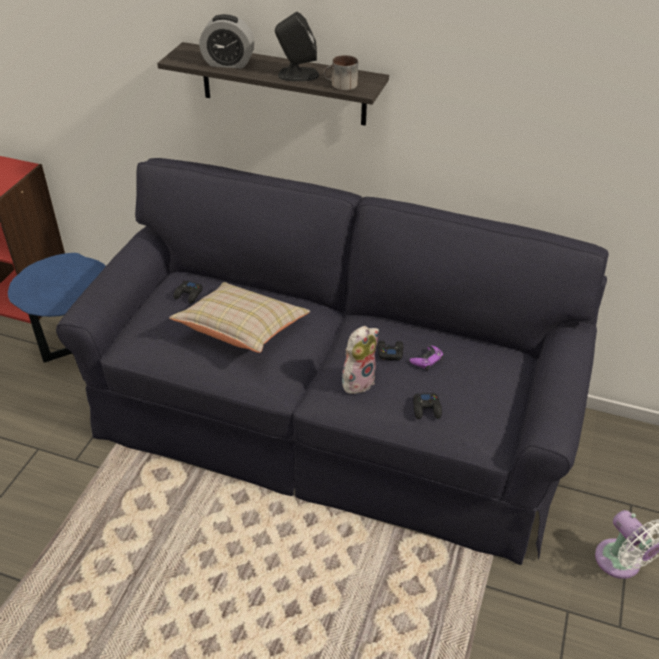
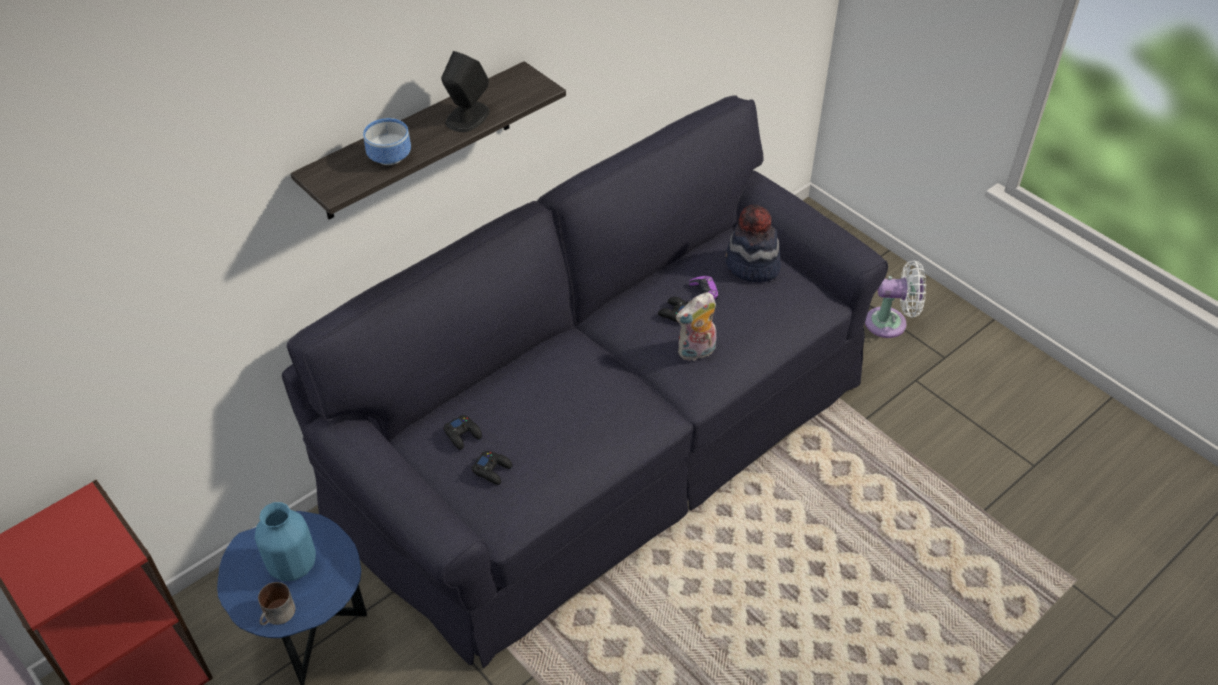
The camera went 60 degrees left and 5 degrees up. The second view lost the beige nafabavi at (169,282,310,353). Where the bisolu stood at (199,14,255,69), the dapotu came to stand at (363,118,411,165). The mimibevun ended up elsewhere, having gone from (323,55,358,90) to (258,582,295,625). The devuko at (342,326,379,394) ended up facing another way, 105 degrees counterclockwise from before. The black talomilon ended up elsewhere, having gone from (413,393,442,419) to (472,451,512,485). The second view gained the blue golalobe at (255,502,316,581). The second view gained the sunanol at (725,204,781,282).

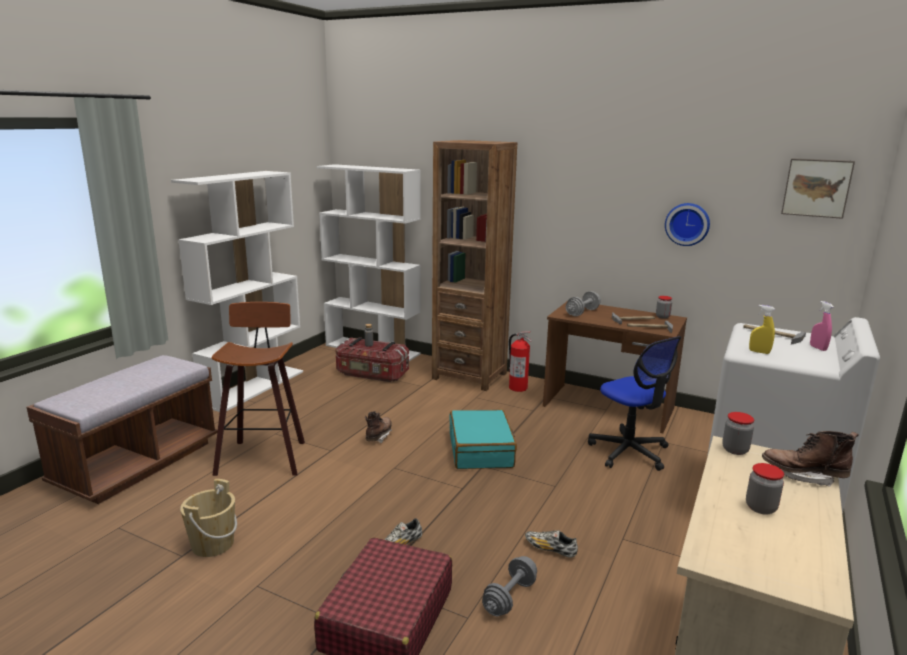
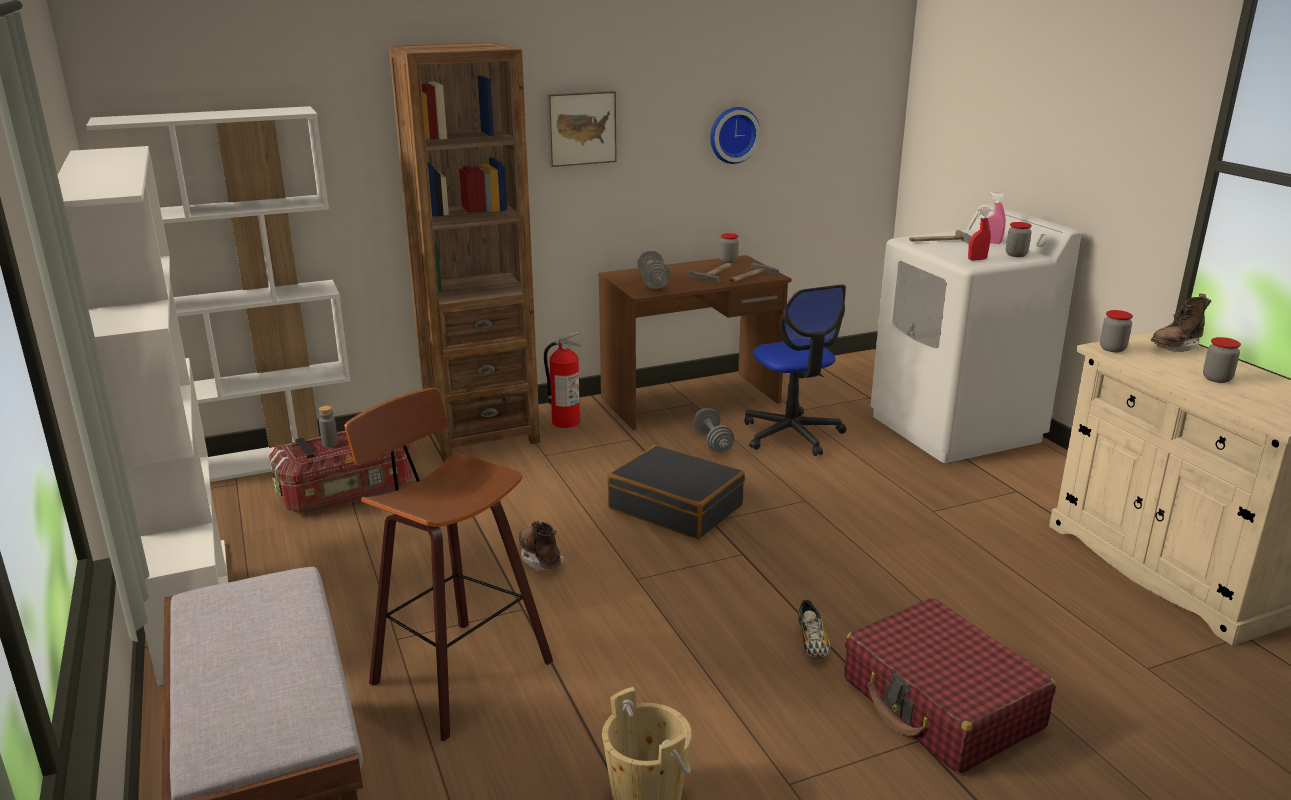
The camera went 50 degrees left and 5 degrees up. What was the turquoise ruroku at (449,409,517,469) turned into the black ruroku at (607,445,745,539). The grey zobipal ended up elsewhere, having gone from (482,556,537,616) to (693,408,734,453). The second view lost the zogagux at (525,530,578,558). The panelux at (588,336,681,471) ended up facing another way, 60 degrees clockwise from before. What was the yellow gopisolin at (749,305,775,354) turned into the red gopisolin at (968,207,991,260). The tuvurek ended up elsewhere, having gone from (781,158,855,219) to (546,91,617,167). The second view gained the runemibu at (1006,222,1032,257).

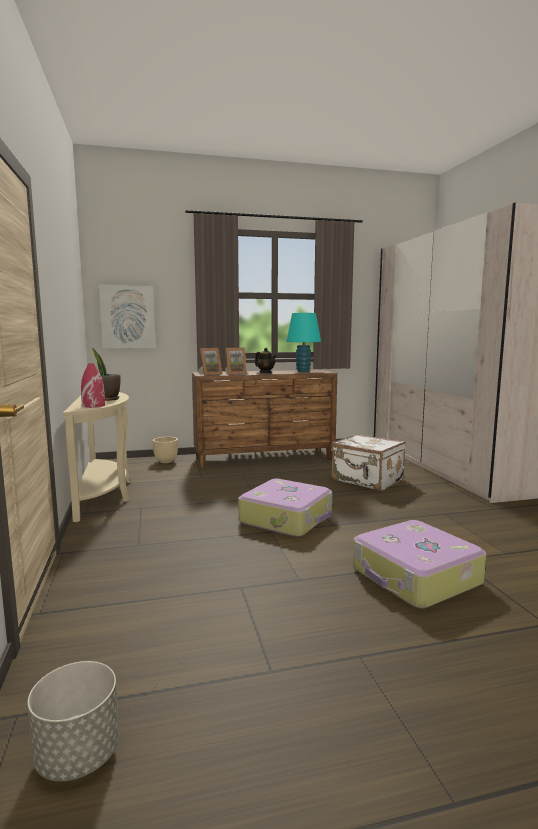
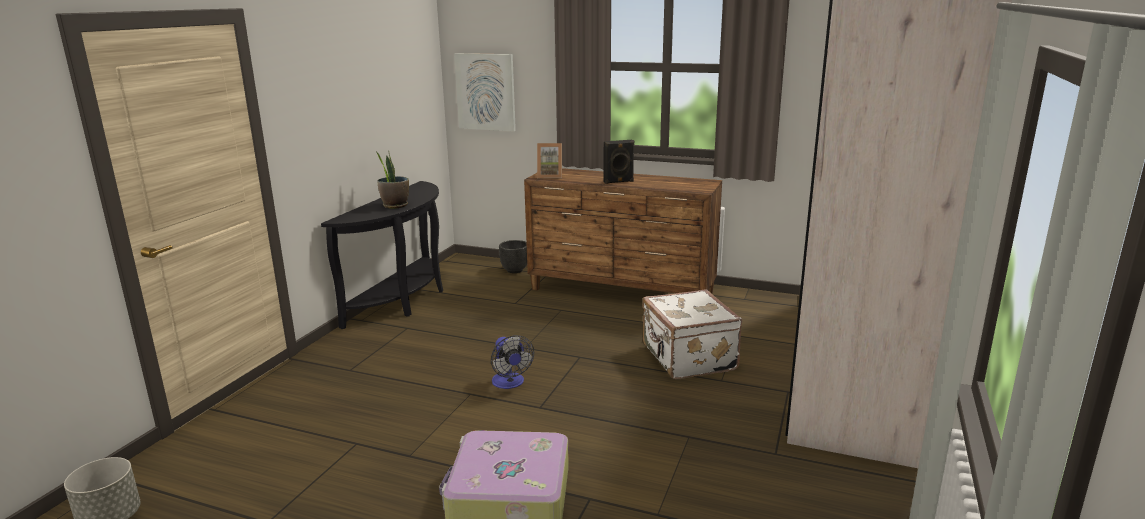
The camera went 35 degrees right and 10 degrees up. What was the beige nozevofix at (63,392,130,522) turned into the black nozevofix at (321,181,443,329). The second view lost the red golalobe at (81,363,105,408). What was the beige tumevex at (153,437,178,463) turned into the black tumevex at (499,240,527,273). The second view lost the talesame at (225,348,247,375). Where the ruroku stood at (238,479,332,537), the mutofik came to stand at (491,335,534,389). Where the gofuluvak stood at (255,348,276,373), the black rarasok came to stand at (604,140,634,184). The second view lost the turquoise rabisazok at (286,313,321,372).

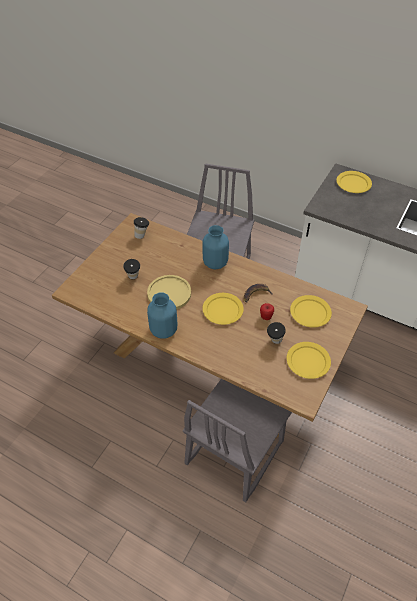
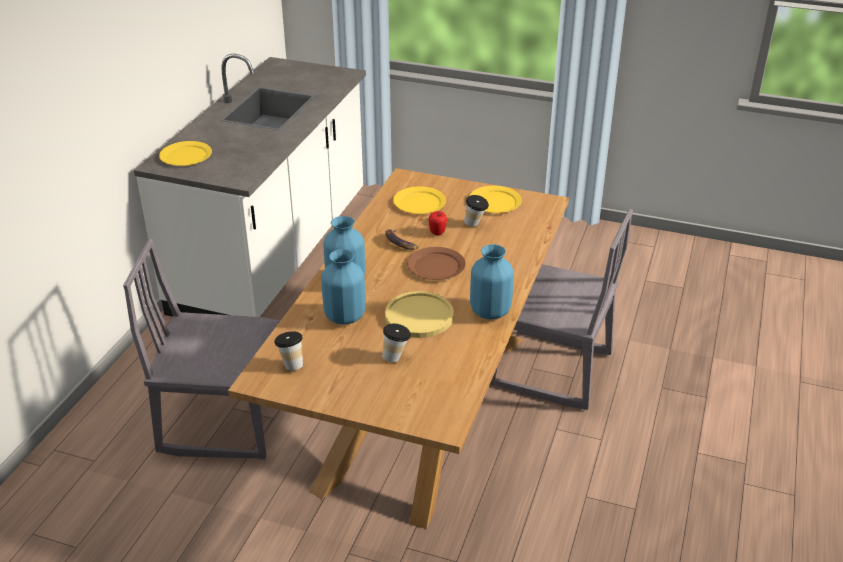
The camera went 100 degrees left and 15 degrees down. What was the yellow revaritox at (203,293,244,325) turned into the brown revaritox at (407,247,466,280). The second view gained the blue golalobe at (321,249,366,325).

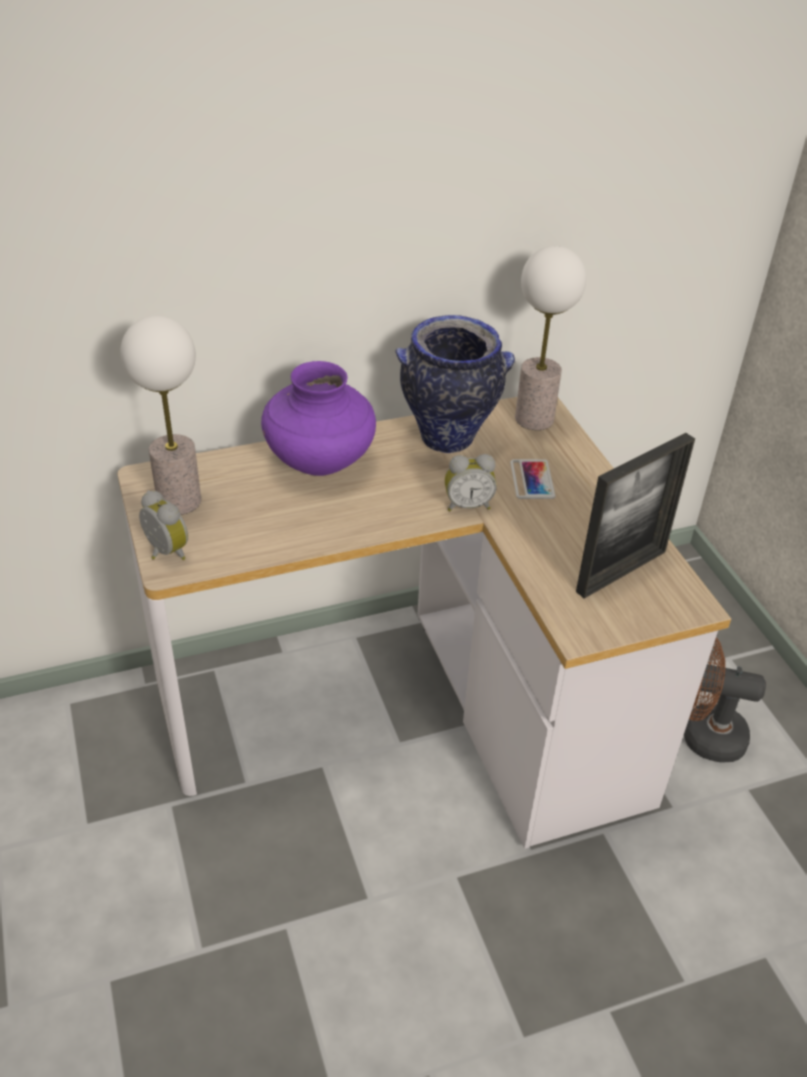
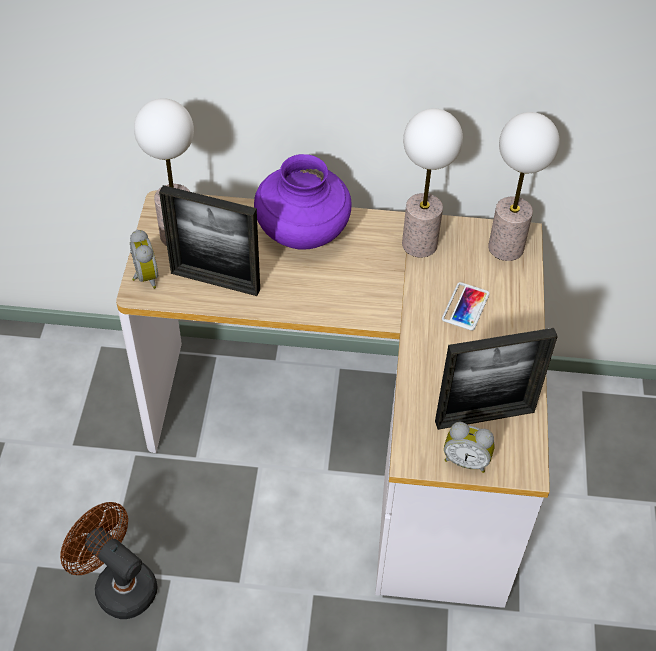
The camera went 25 degrees right and 10 degrees up. Where the golalobe stood at (396,315,515,453), the rabisazok came to stand at (402,108,463,258). The bisolu ended up elsewhere, having gone from (445,454,497,512) to (444,422,495,473). The brown mutofik ended up elsewhere, having gone from (684,638,766,762) to (60,502,157,619). The second view gained the talesame at (159,185,260,296).

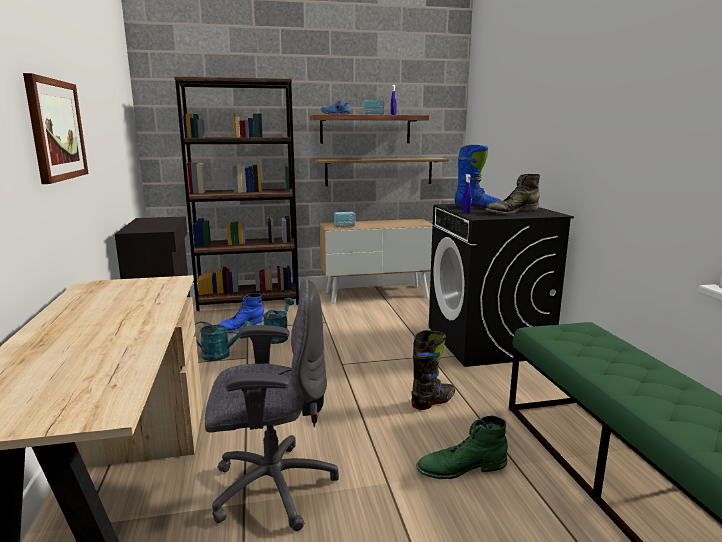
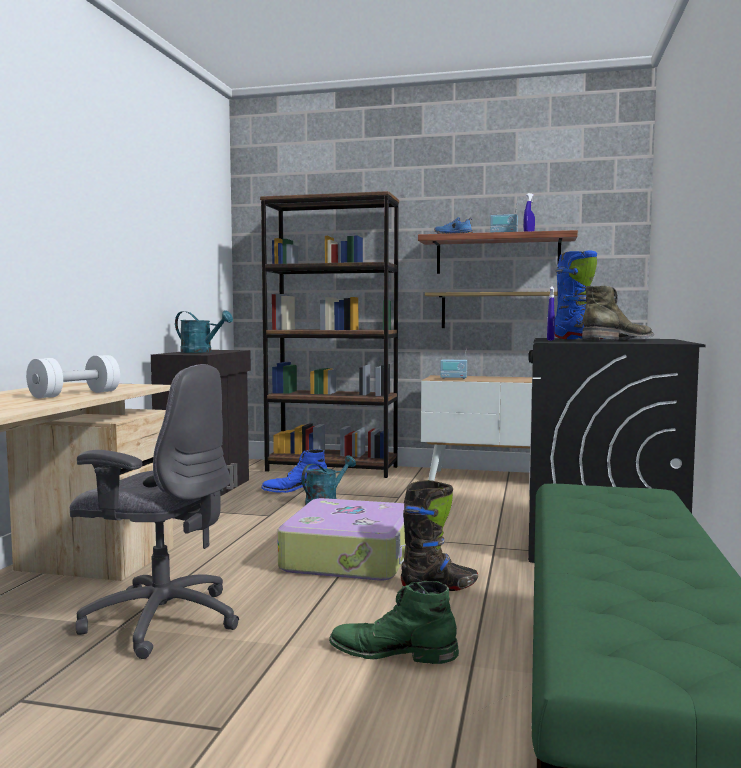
The camera went 25 degrees right and 10 degrees down. The second view lost the tuvurek at (23,73,89,184). The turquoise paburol ended up elsewhere, having gone from (194,321,252,361) to (175,310,233,353). The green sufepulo at (486,174,540,214) ended up facing another way, 150 degrees clockwise from before. The second view gained the white zobipal at (26,355,120,398). The second view gained the ruroku at (277,498,406,581).

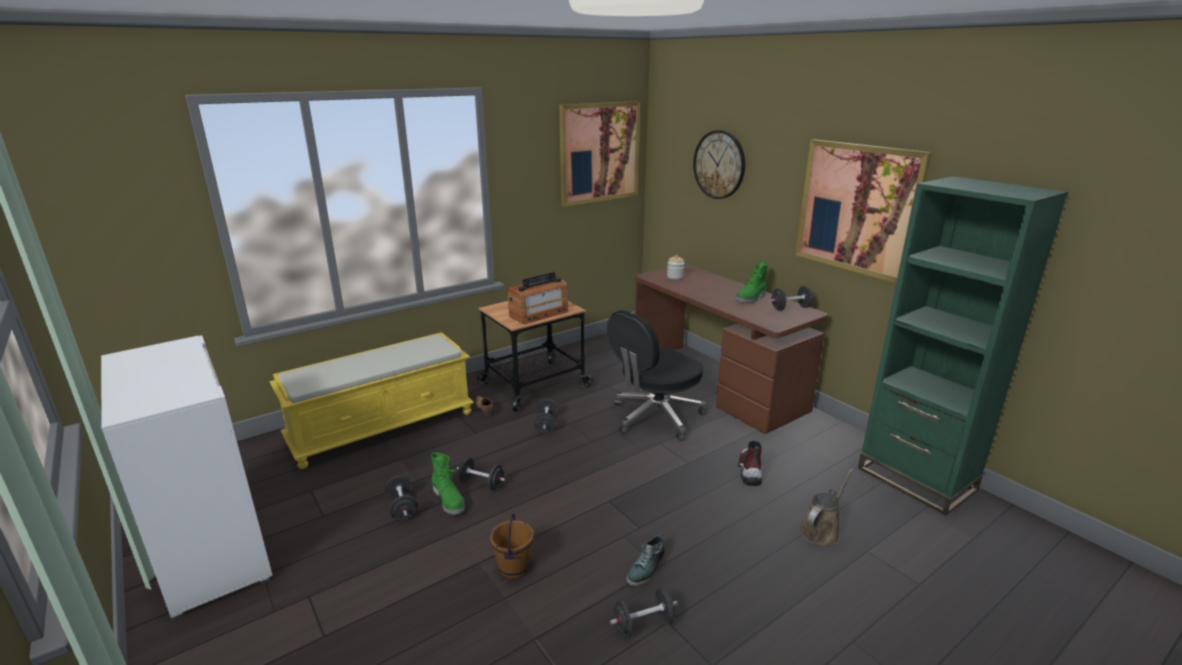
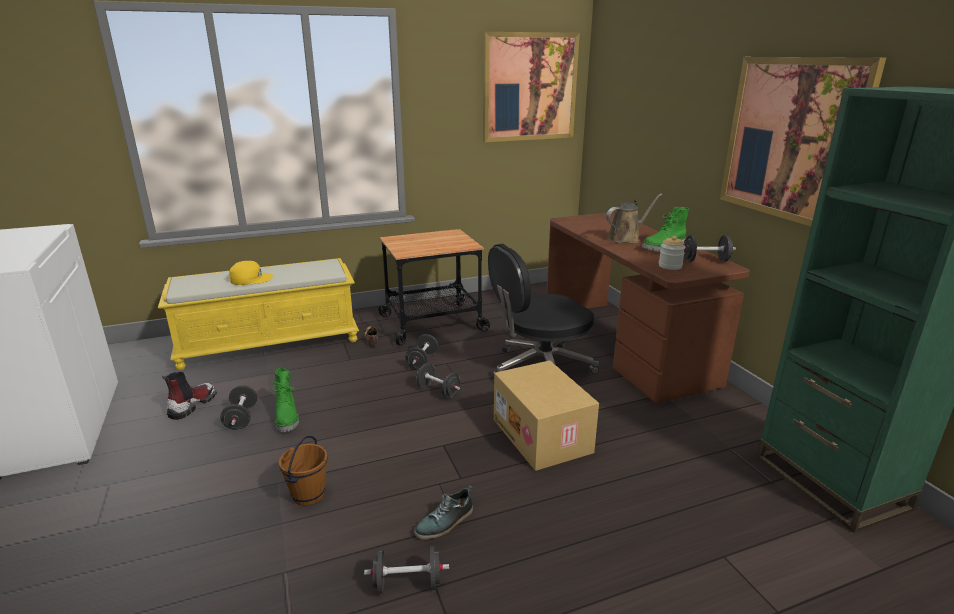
The camera went 15 degrees right and 0 degrees up. The black zobipal ended up elsewhere, having gone from (457,457,505,491) to (416,363,460,398). The second view lost the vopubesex at (507,272,568,325). The runemibu ended up elsewhere, having gone from (667,255,684,279) to (659,236,685,270). The second view lost the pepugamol at (693,130,745,199). The sufepulo ended up elsewhere, having gone from (738,441,762,486) to (162,372,217,420). The brown paburol ended up elsewhere, having gone from (799,468,853,546) to (606,193,662,243). The second view gained the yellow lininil at (229,261,273,285). The second view gained the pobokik at (494,360,599,471).

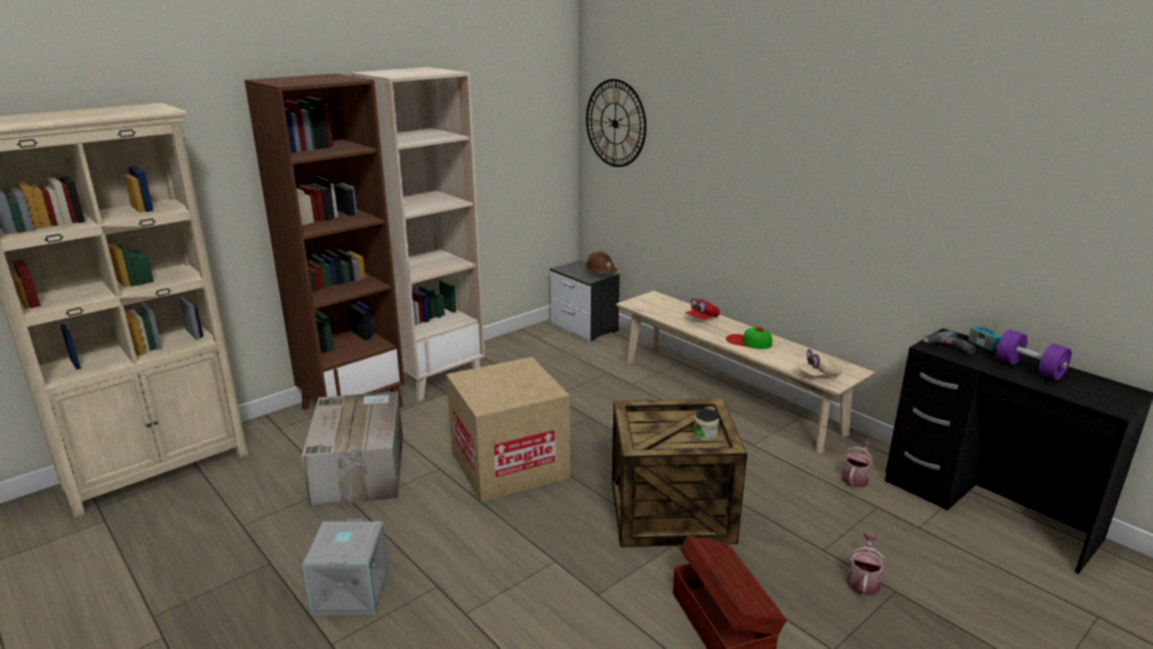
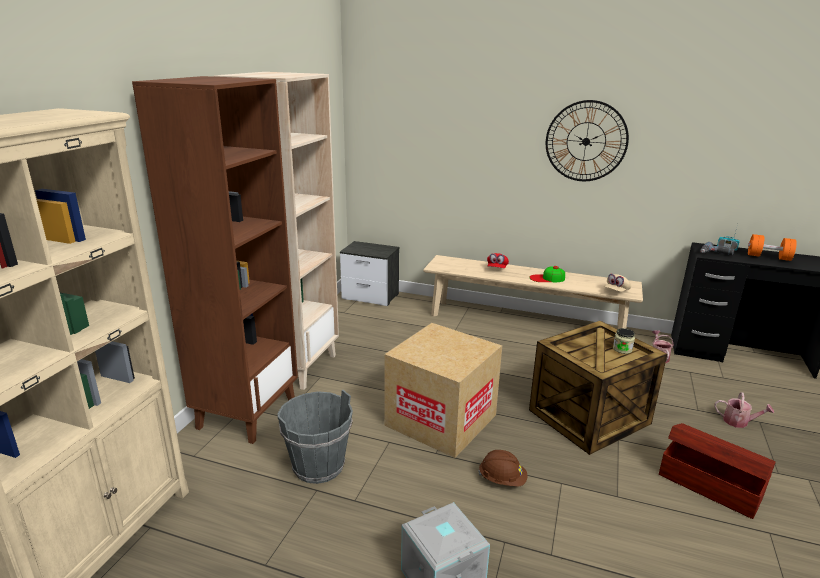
The camera went 30 degrees left and 0 degrees up. Where the pobokik stood at (301,391,403,507), the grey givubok came to stand at (277,390,353,484). The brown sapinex ended up elsewhere, having gone from (585,251,617,274) to (478,450,528,487). The pepugamol ended up elsewhere, having gone from (586,79,646,167) to (546,100,629,181). The paburol at (847,534,886,596) ended up facing another way, 120 degrees clockwise from before. What was the purple zobipal at (996,330,1072,380) turned into the orange zobipal at (748,234,797,261).

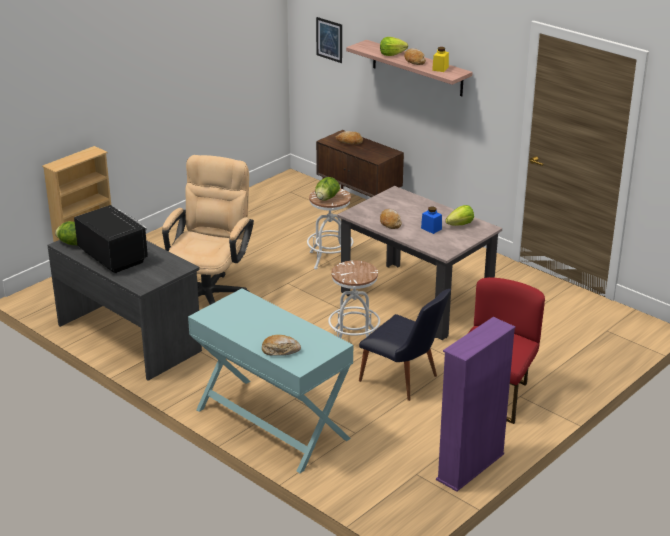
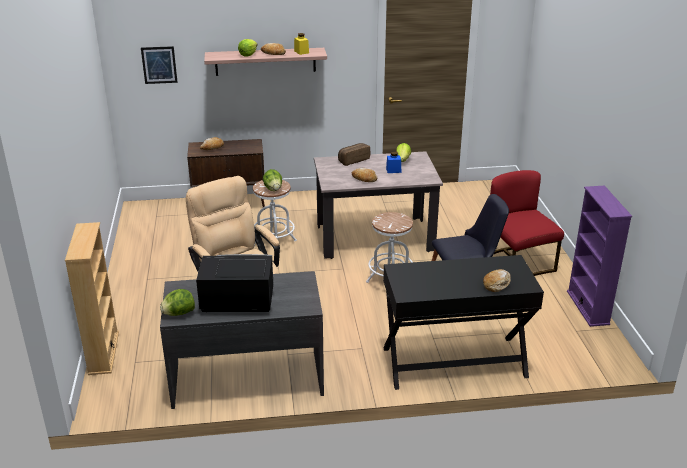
The camera went 50 degrees left and 0 degrees up. What was the turquoise nozevofix at (188,288,354,473) turned into the black nozevofix at (383,255,544,390). The second view gained the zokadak at (338,143,370,166).

